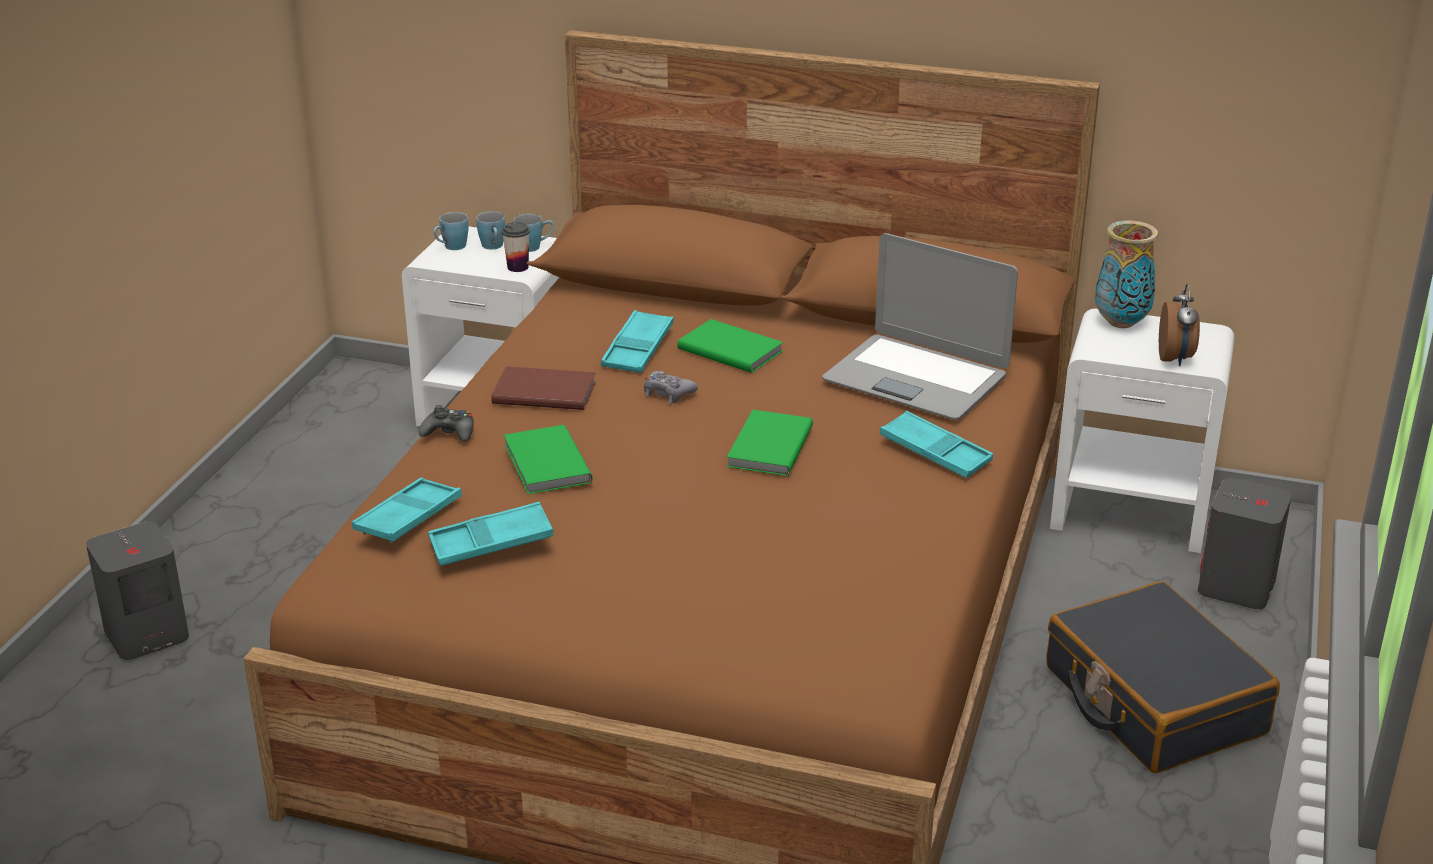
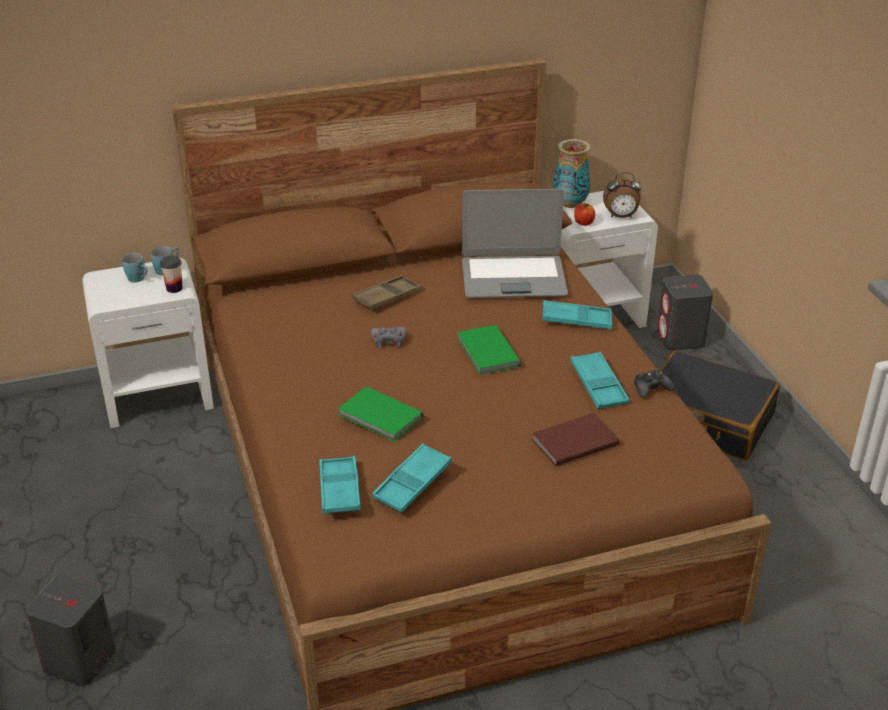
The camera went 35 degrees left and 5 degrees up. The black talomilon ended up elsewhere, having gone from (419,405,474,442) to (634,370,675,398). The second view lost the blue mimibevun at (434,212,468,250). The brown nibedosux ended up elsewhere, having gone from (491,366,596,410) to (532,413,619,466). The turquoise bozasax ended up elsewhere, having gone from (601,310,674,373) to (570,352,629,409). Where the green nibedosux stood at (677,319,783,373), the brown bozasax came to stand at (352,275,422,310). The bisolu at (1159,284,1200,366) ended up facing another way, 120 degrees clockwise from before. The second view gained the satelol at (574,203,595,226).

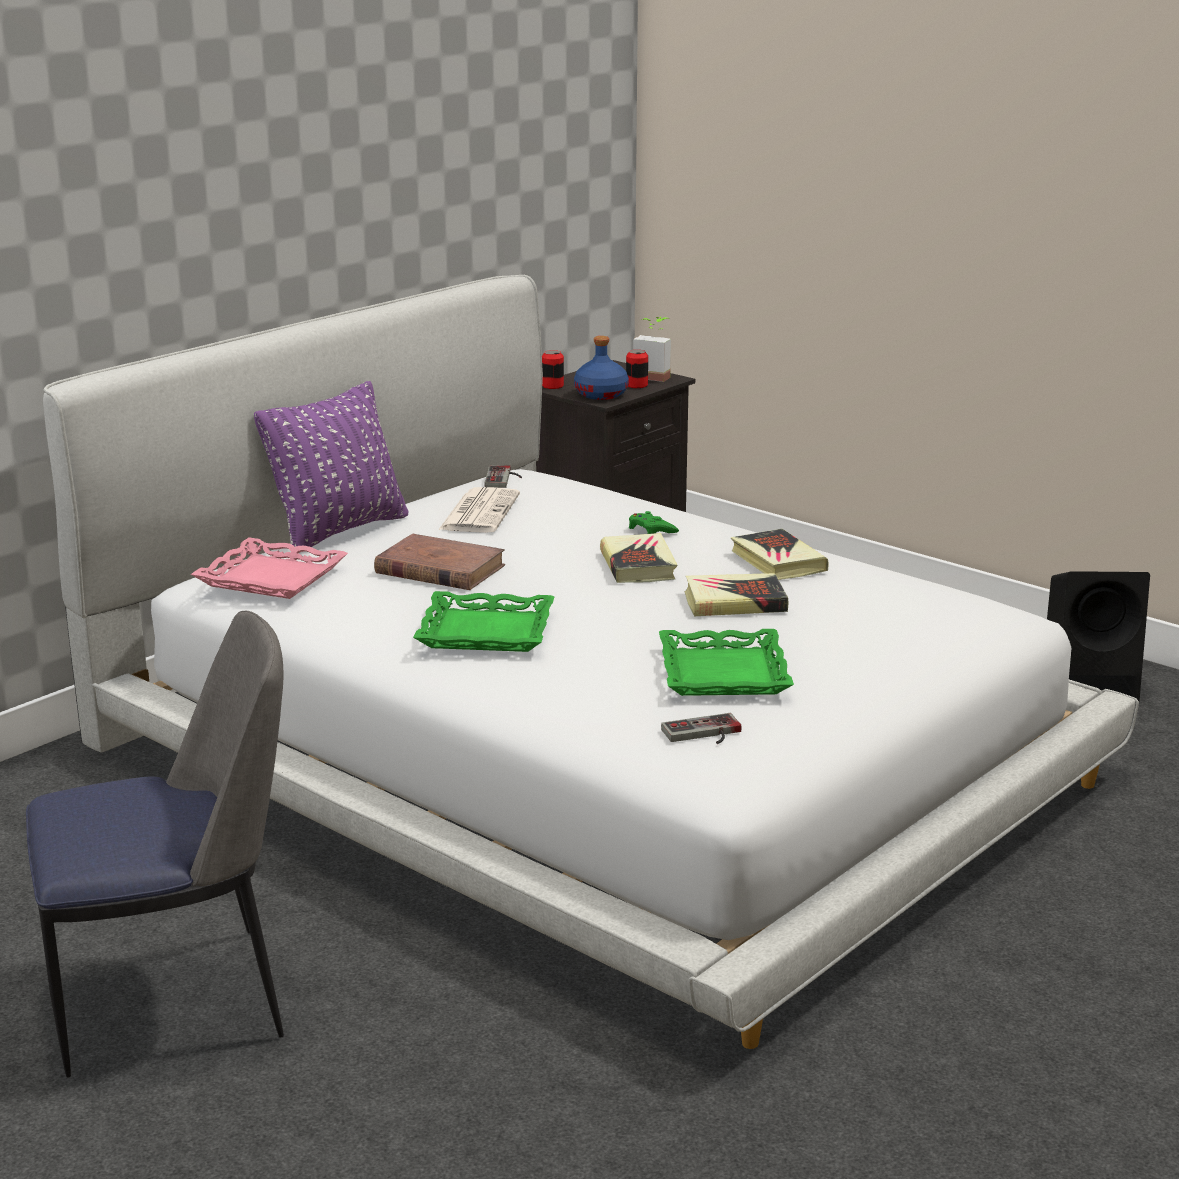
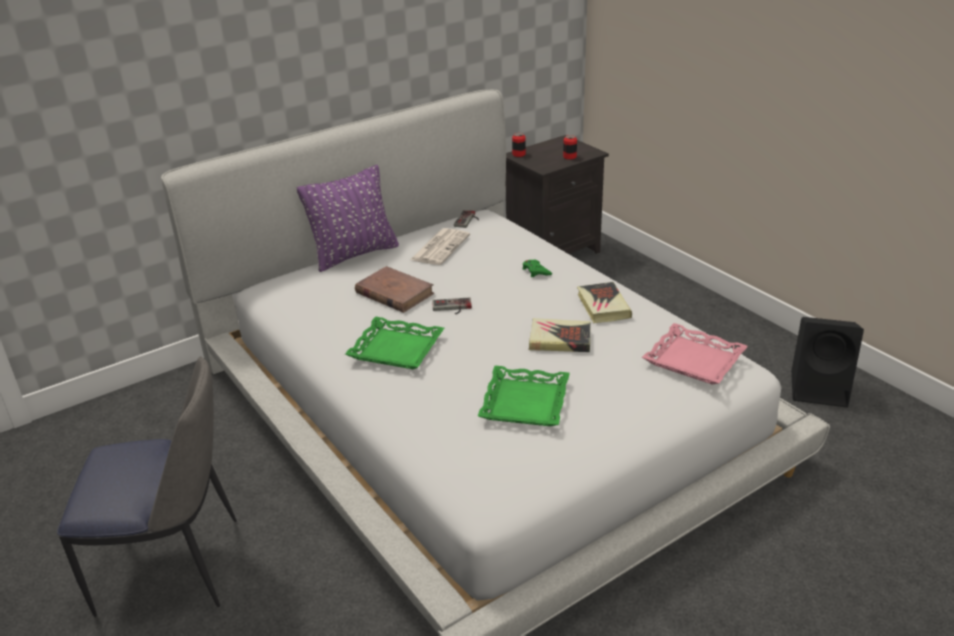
The camera went 15 degrees right and 10 degrees up. The pink bozasax ended up elsewhere, having gone from (191,537,348,599) to (642,323,748,385). The second view lost the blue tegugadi at (574,336,629,400). The second view lost the nibedosux at (600,533,678,583). The second view lost the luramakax at (633,317,671,382). The talomilon ended up elsewhere, having gone from (661,713,742,744) to (432,297,472,314).

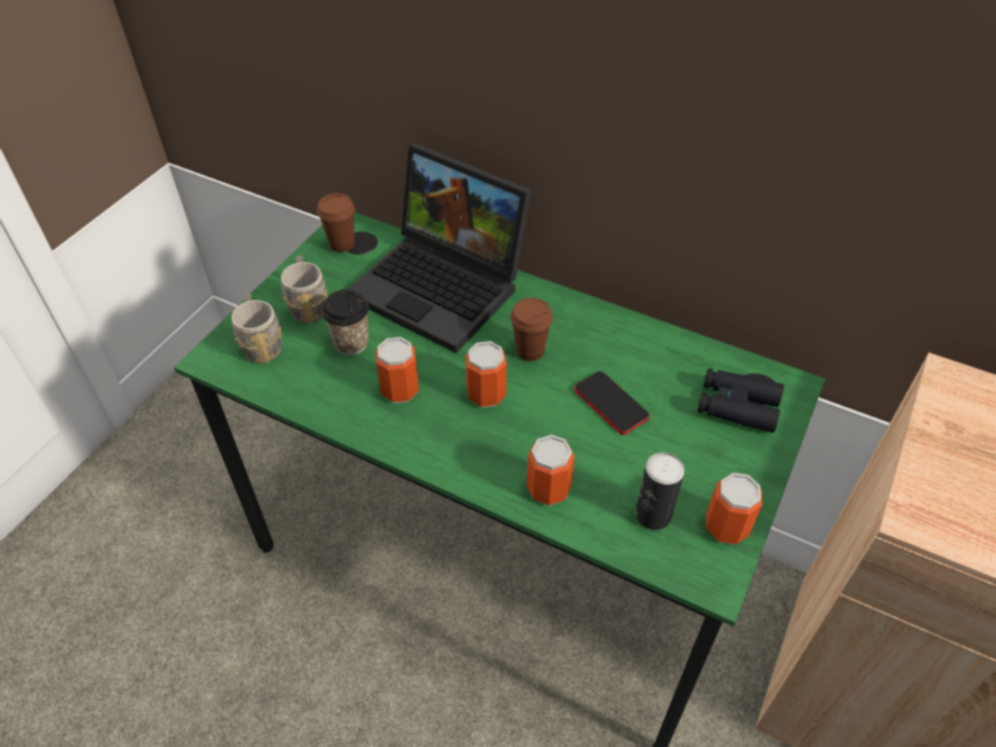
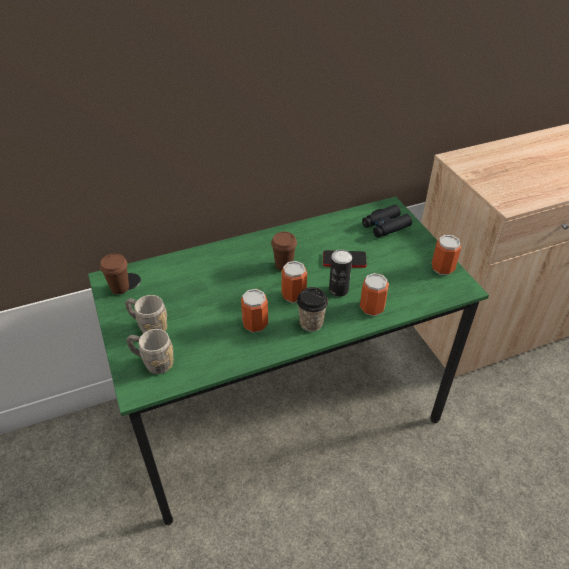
The camera went 50 degrees left and 5 degrees down. The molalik ended up elsewhere, having gone from (322,290,369,355) to (297,287,328,332). The second view lost the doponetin at (347,143,532,353). The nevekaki ended up elsewhere, having gone from (635,452,685,530) to (329,250,352,297).

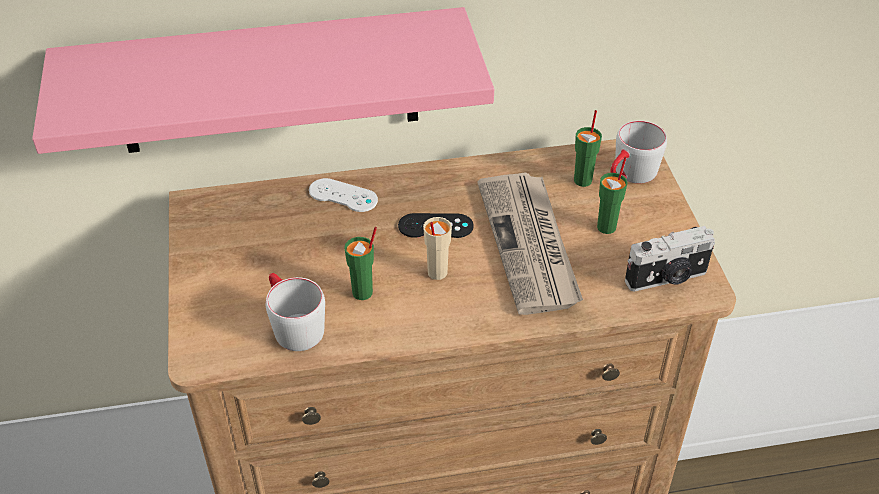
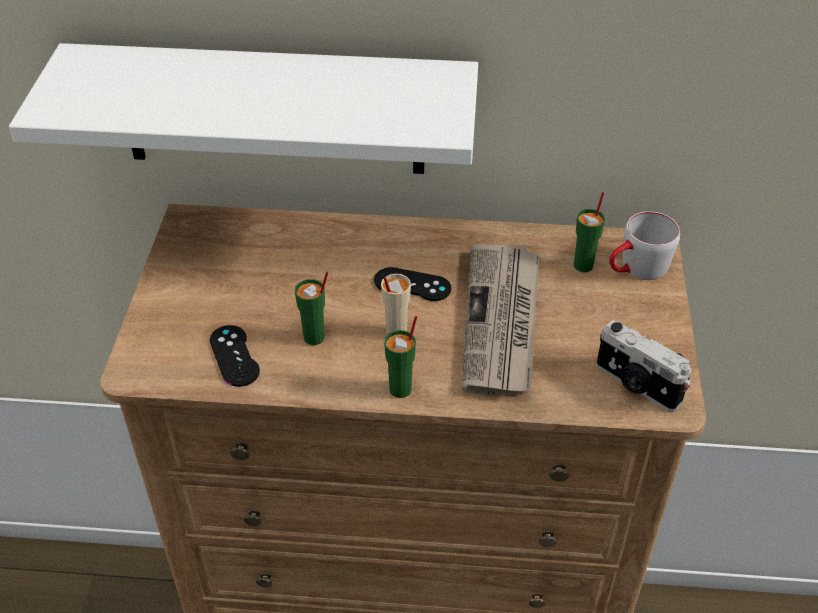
The camera went 15 degrees right and 0 degrees up. What was the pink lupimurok at (32,7,494,154) turned into the white lupimurok at (9,43,478,174). Where the grey mimibevun stood at (266,273,325,351), the black talomilon came to stand at (210,325,260,387). The second view lost the white talomilon at (309,178,378,212). The green molalik ended up elsewhere, having gone from (597,157,628,234) to (384,316,417,398). The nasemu at (625,226,715,292) ended up facing another way, 45 degrees clockwise from before.

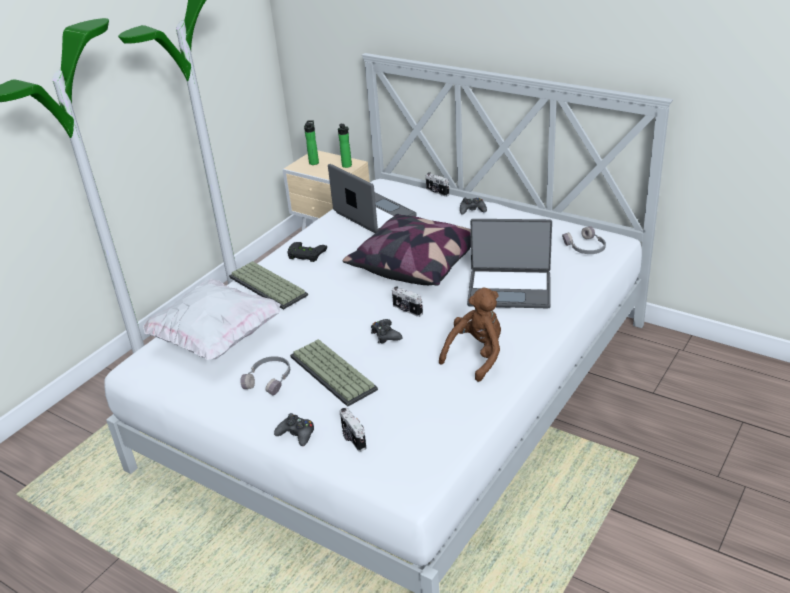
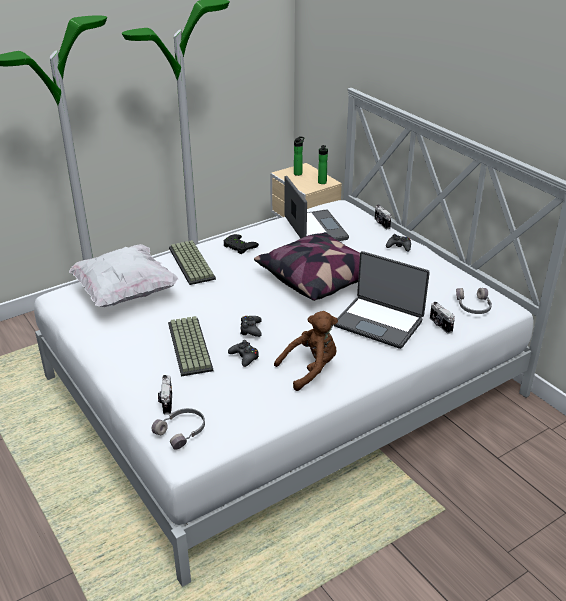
The camera went 20 degrees right and 0 degrees up. The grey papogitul ended up elsewhere, having gone from (240,356,290,395) to (152,408,205,450). The black talomilon ended up elsewhere, having gone from (274,413,314,446) to (228,340,259,367). The nasemu ended up elsewhere, having gone from (392,286,423,317) to (430,302,455,334).

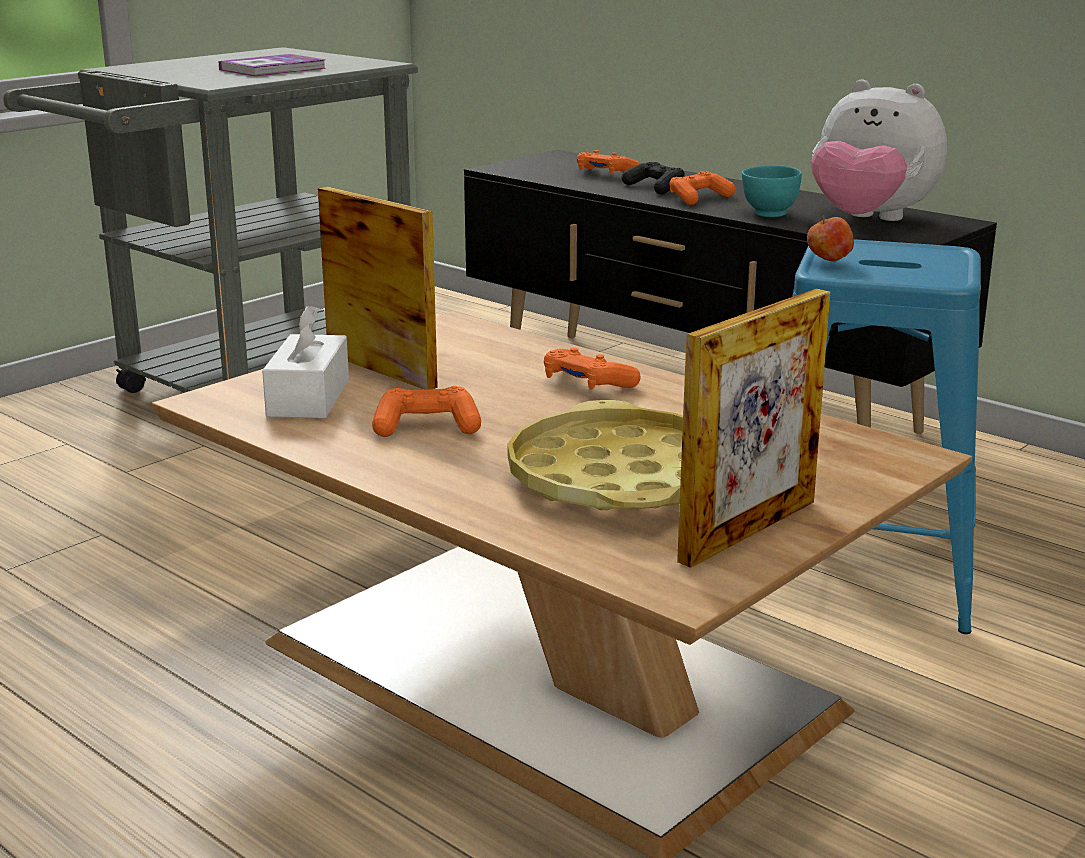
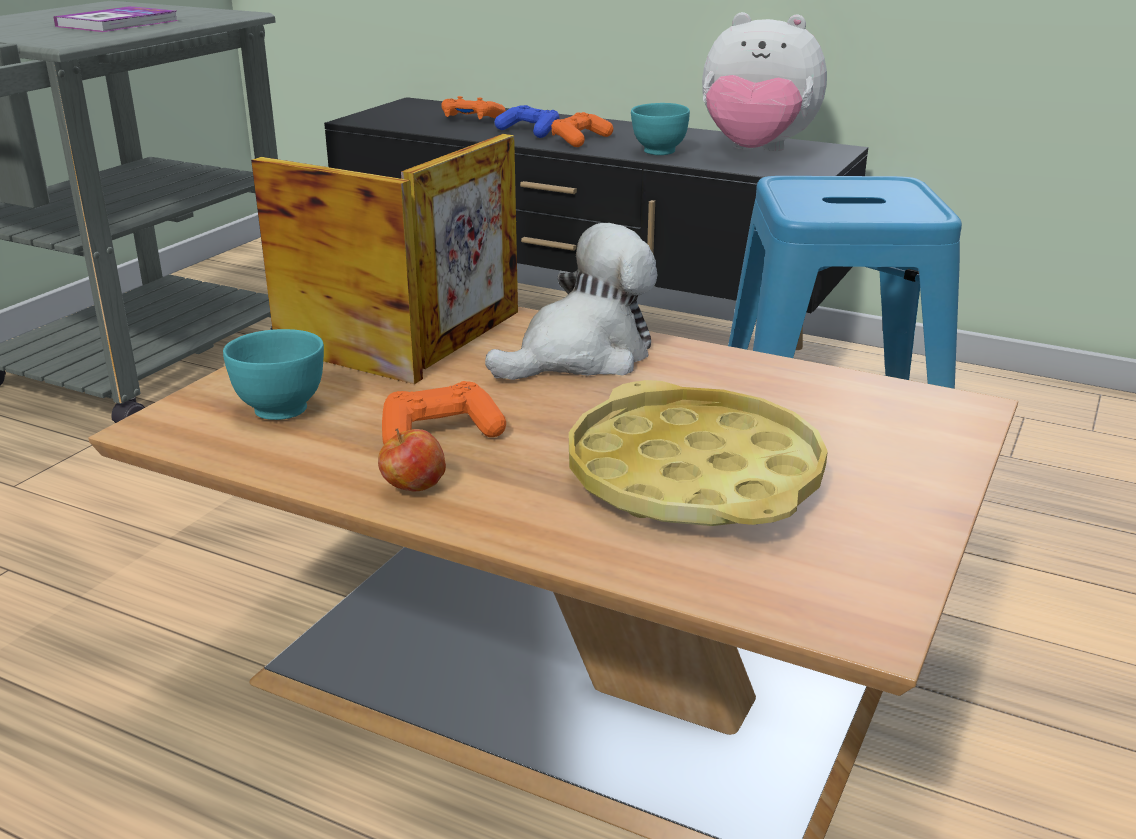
The camera went 15 degrees left and 5 degrees up. Where the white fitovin stood at (262,306,349,419), the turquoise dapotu came to stand at (223,329,324,420). Where the orange talomilon stood at (544,348,641,390), the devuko came to stand at (485,223,658,380). What was the black talomilon at (622,162,685,194) turned into the blue talomilon at (495,105,559,138). The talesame ended up elsewhere, having gone from (677,288,830,568) to (401,134,518,369). The satelol ended up elsewhere, having gone from (807,215,854,261) to (378,429,446,491).

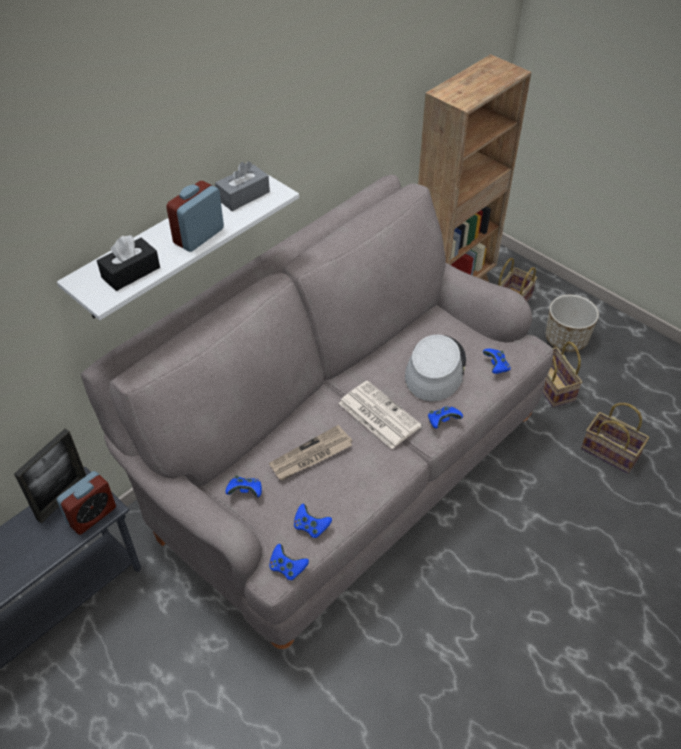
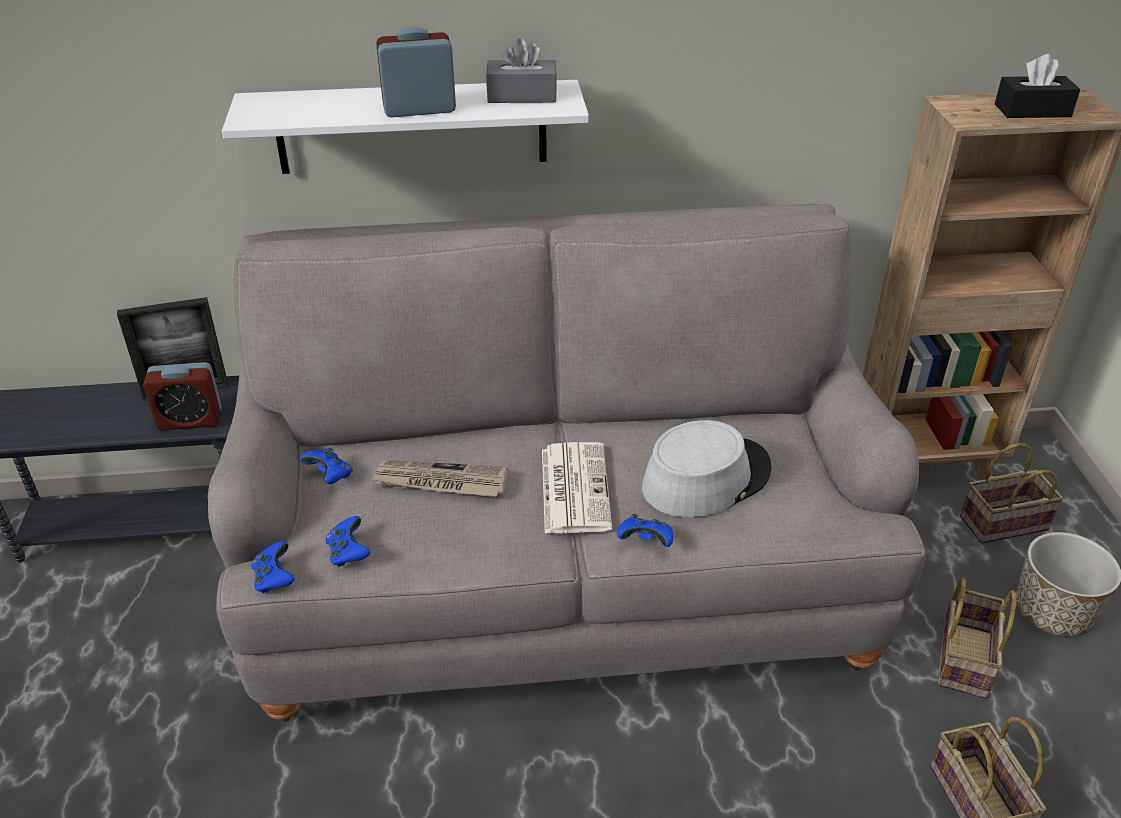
The camera went 40 degrees right and 10 degrees down. The black fitovin ended up elsewhere, having gone from (97,235,160,291) to (995,54,1080,118). The second view lost the blue talomilon at (483,349,511,374).

